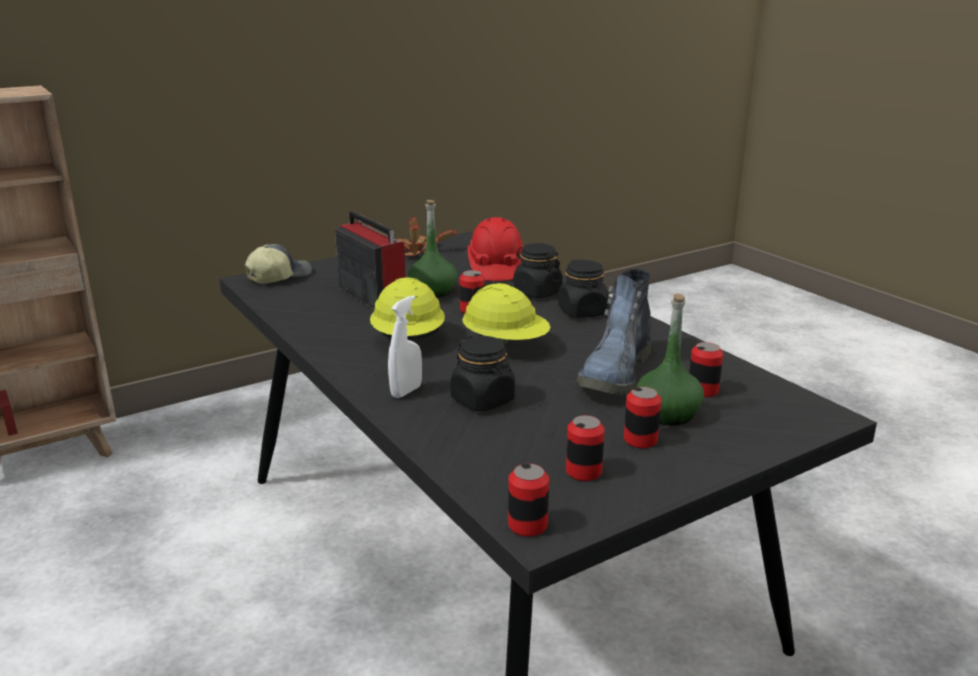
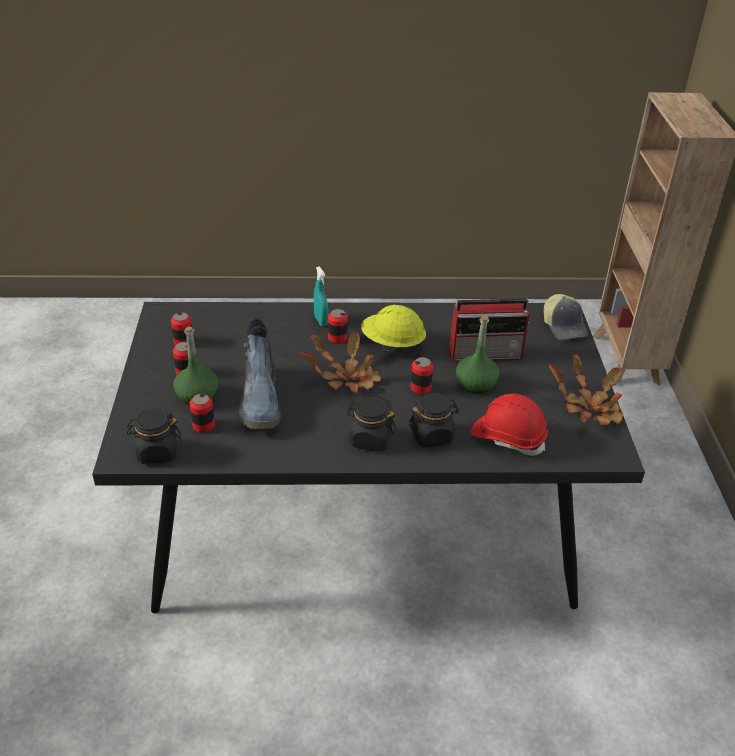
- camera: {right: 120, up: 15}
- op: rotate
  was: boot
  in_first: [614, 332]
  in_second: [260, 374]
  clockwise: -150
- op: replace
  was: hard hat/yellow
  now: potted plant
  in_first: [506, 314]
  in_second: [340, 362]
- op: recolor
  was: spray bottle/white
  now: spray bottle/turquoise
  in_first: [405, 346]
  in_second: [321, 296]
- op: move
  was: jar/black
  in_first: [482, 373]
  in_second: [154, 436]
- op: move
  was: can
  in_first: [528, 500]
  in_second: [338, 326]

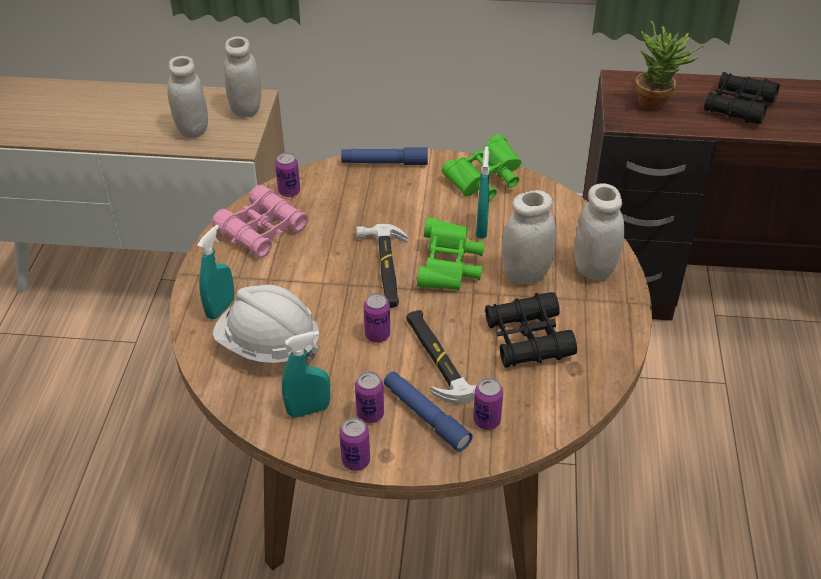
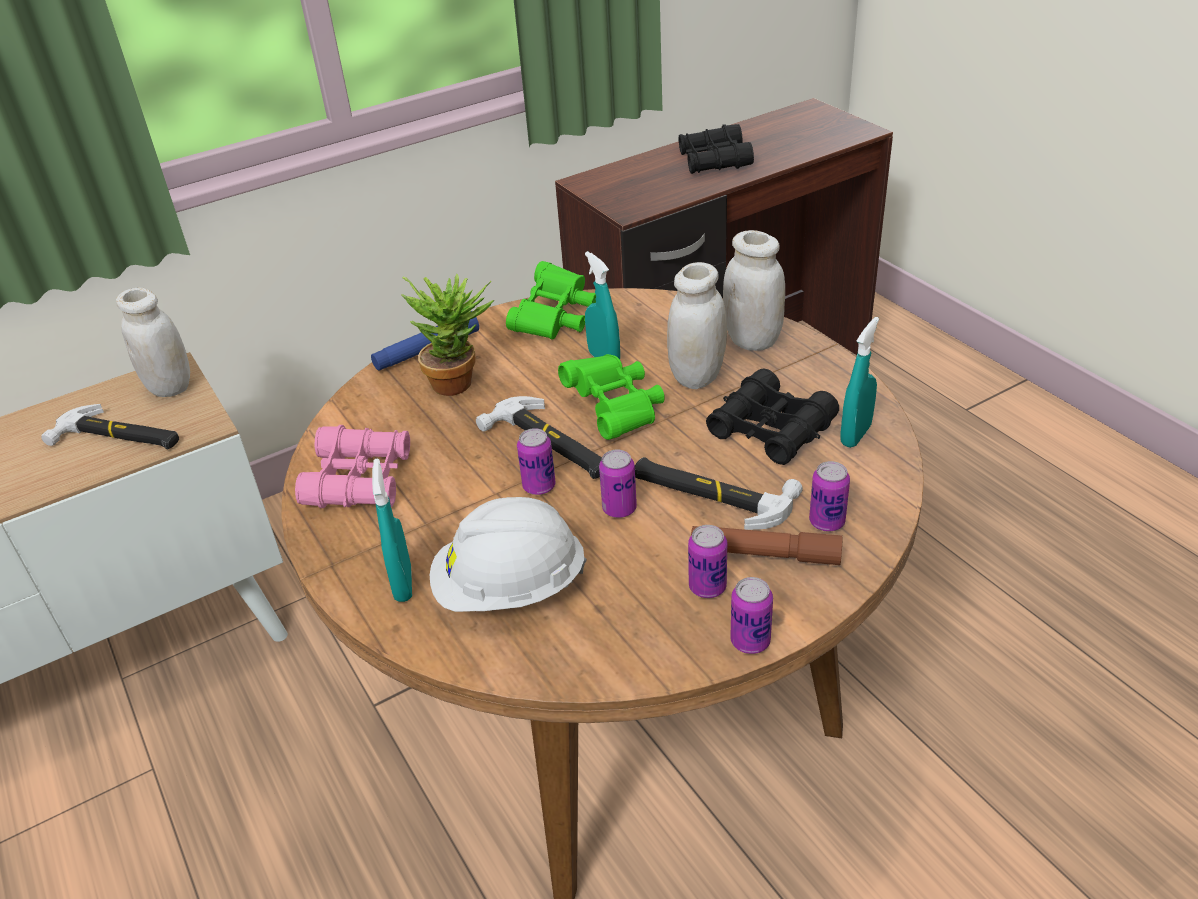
- camera: {right: -35, up: -5}
- op: move
  was: potted plant
  in_first: [670, 66]
  in_second: [448, 335]
- op: replace
  was: jar/white
  now: hammer
  in_first: [188, 97]
  in_second: [110, 426]
- op: move
  was: can
  in_first: [287, 175]
  in_second: [536, 461]
- op: move
  was: spray bottle/turquoise
  in_first: [306, 374]
  in_second: [859, 382]
- op: recolor
  was: flashlight/blue
  now: flashlight/brown
  in_first: [428, 411]
  in_second: [766, 545]

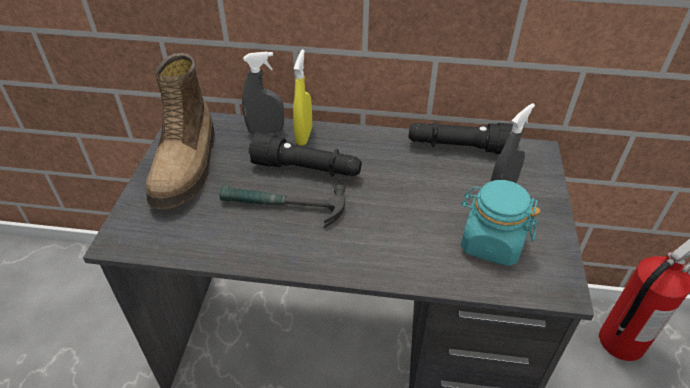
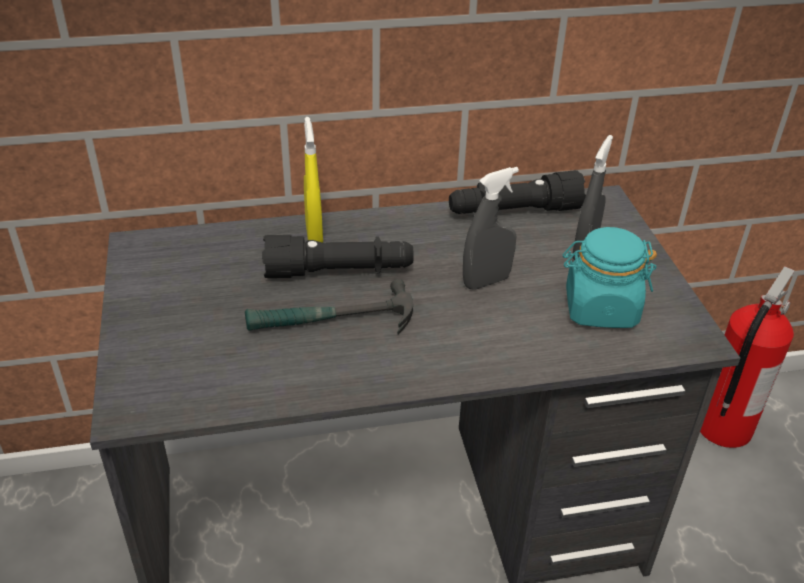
- camera: {right: -20, up: -5}
- op: move
  was: spray bottle/grey
  in_first: [263, 93]
  in_second: [491, 228]
- op: delete
  was: boot
  in_first: [180, 131]

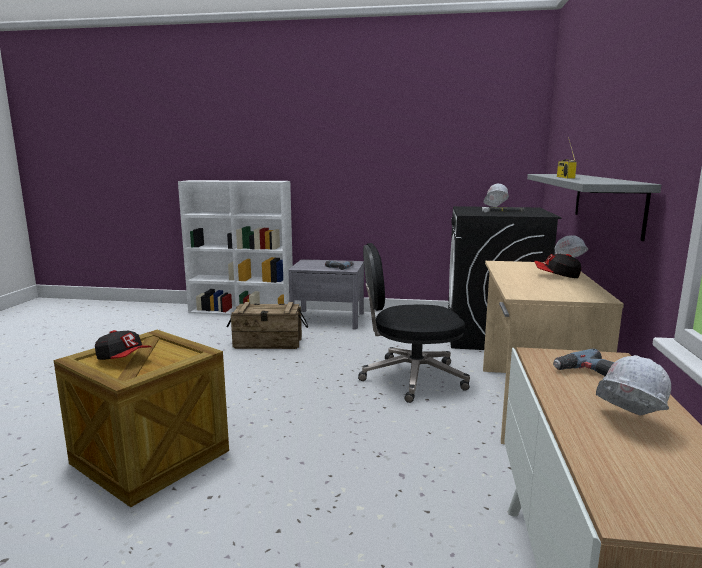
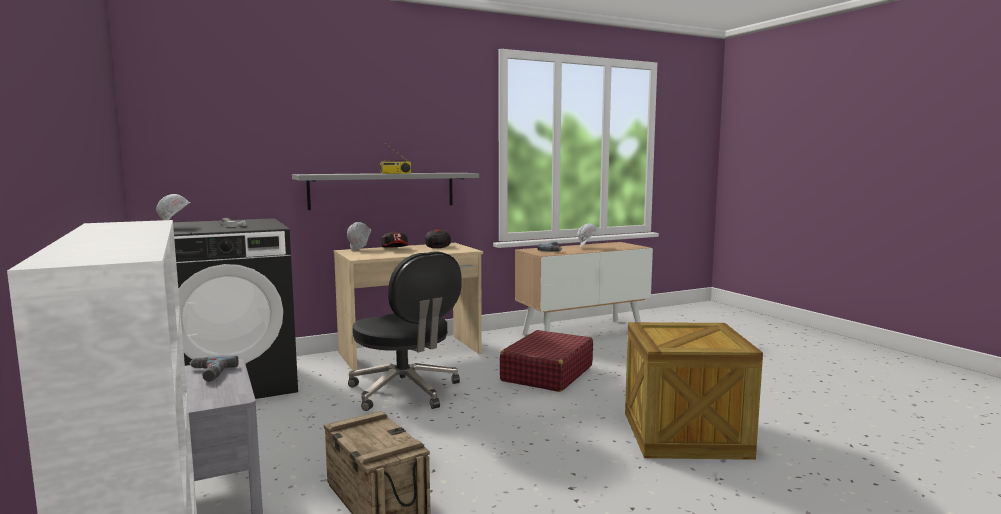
- camera: {right: -125, up: -5}
- op: move
  was: cap
  in_first: [123, 345]
  in_second: [438, 238]
- op: insert
  now: suitcase/red
  in_second: [546, 361]

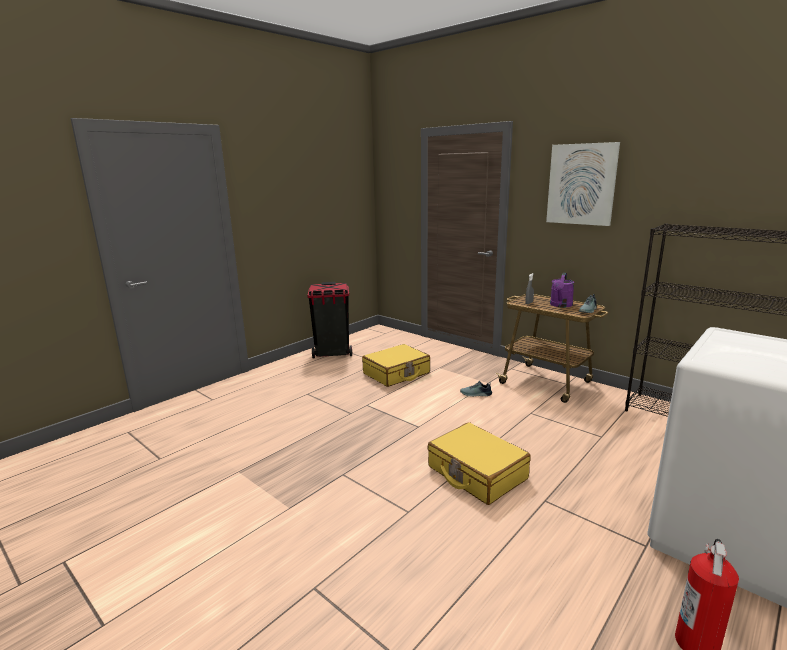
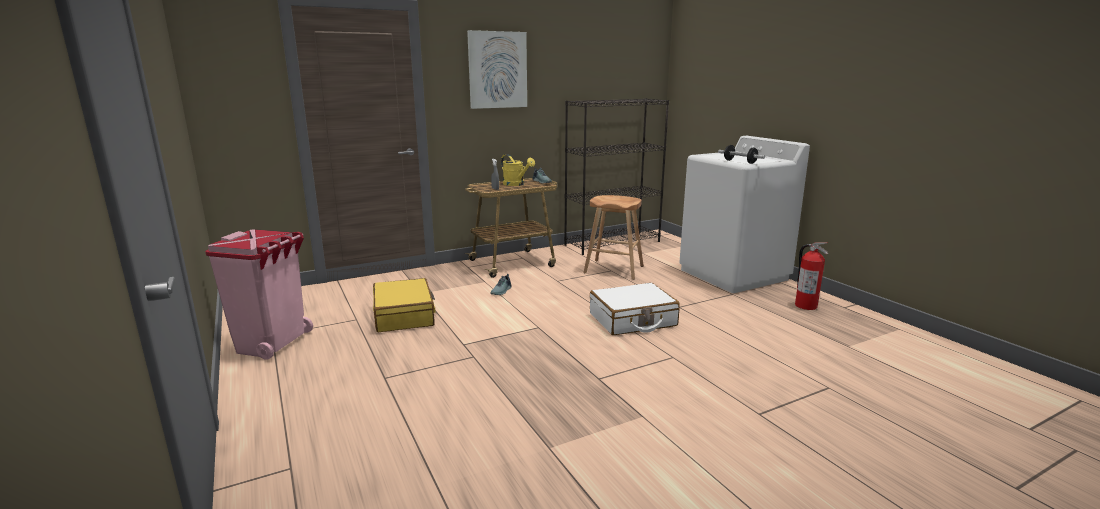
- camera: {right: -70, up: 0}
- op: recolor
  was: watering can/purple
  now: watering can/yellow
  in_first: [562, 290]
  in_second: [518, 170]
- op: recolor
  was: trash can/black
  now: trash can/pink
  in_first: [330, 320]
  in_second: [259, 294]
- op: recolor
  was: suitcase/yellow
  now: suitcase/white
  in_first: [479, 463]
  in_second: [635, 309]
- op: insert
  now: dumbbell
  in_second: [741, 154]
- op: insert
  now: stool/brown
  in_second: [613, 237]

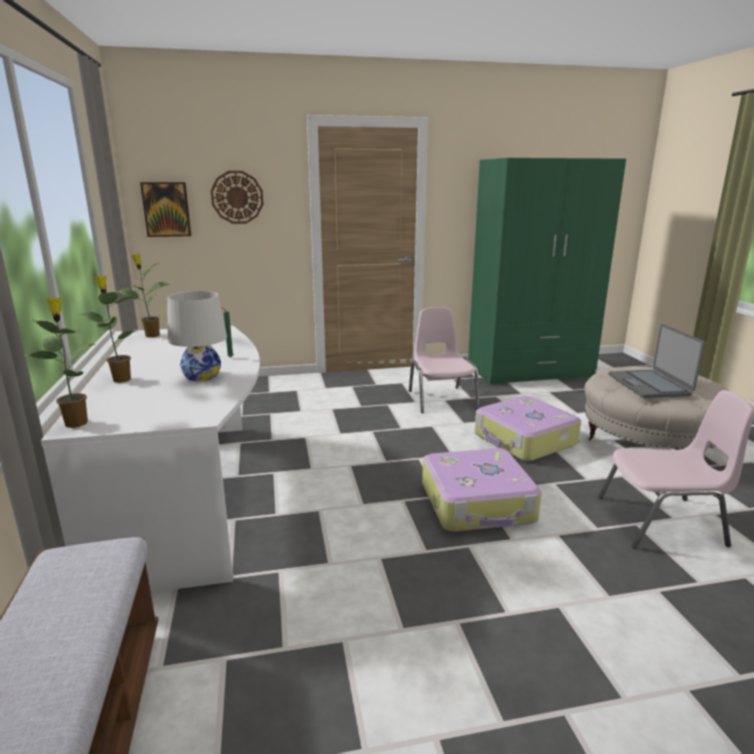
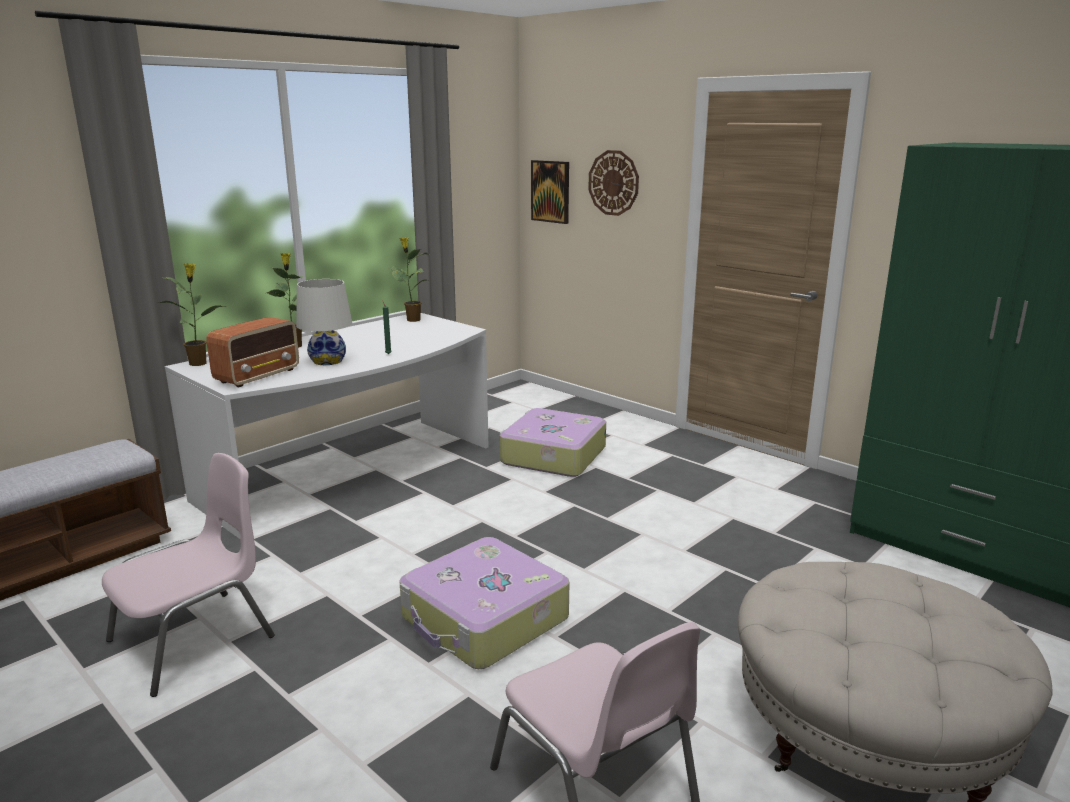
- camera: {right: 55, up: 0}
- op: move
  was: chair/pink
  in_first: [444, 360]
  in_second: [188, 575]
- op: delete
  was: laptop
  in_first: [656, 361]
- op: move
  was: suitcase
  in_first: [528, 428]
  in_second: [553, 442]
- op: insert
  now: radio
  in_second: [253, 352]

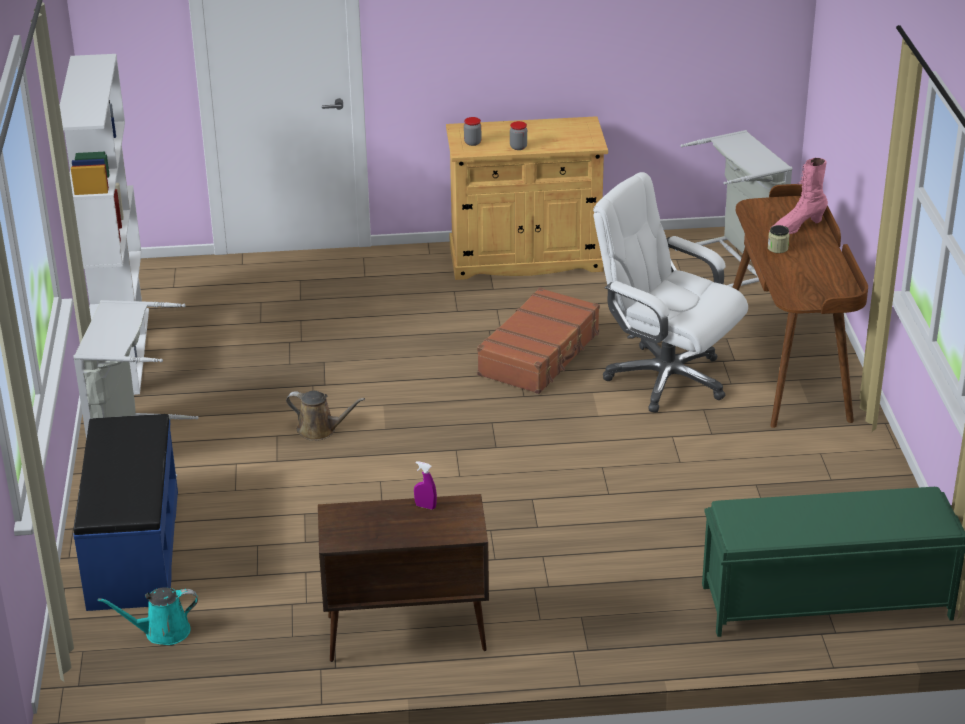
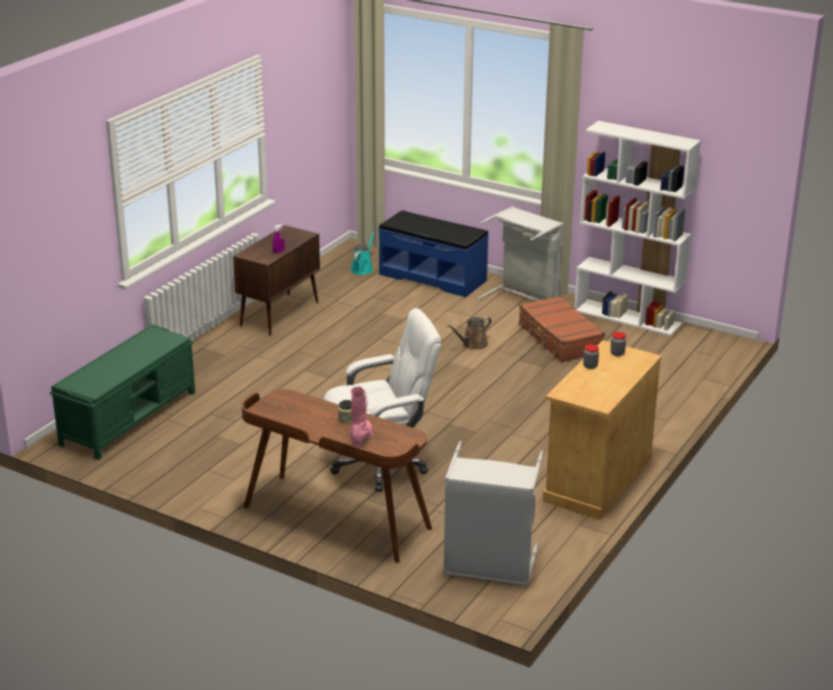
- camera: {right: 125, up: -5}
- op: move
  was: suitcase/brown
  in_first: [538, 340]
  in_second: [562, 329]

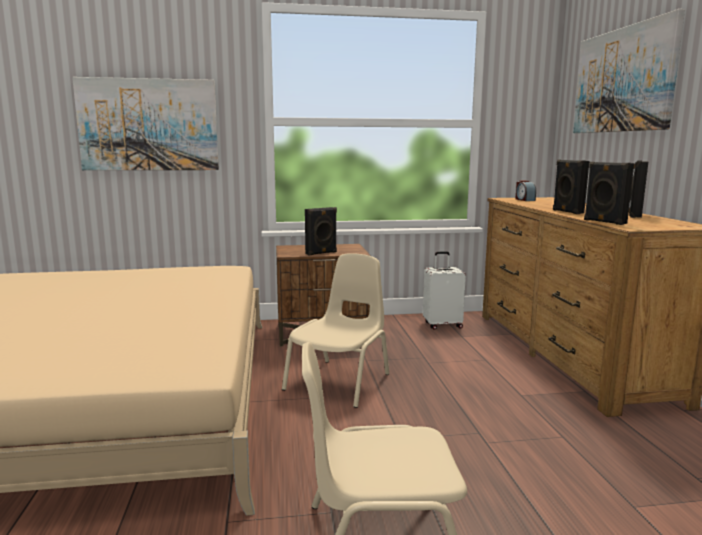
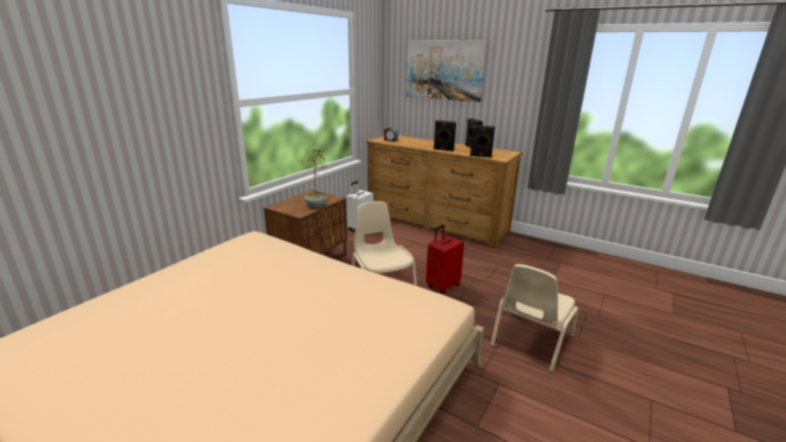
- camera: {right: -50, up: 10}
- op: delete
  was: picture
  in_first: [145, 123]
- op: replace
  was: speaker/black
  now: potted plant
  in_first: [321, 231]
  in_second: [313, 178]
- op: insert
  now: suitcase/red
  in_second: [445, 259]

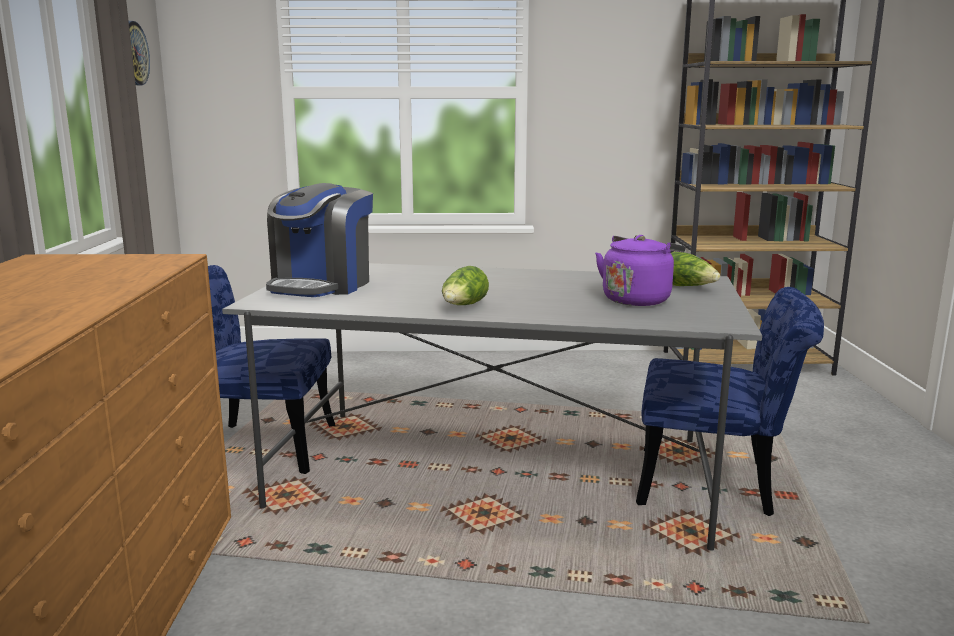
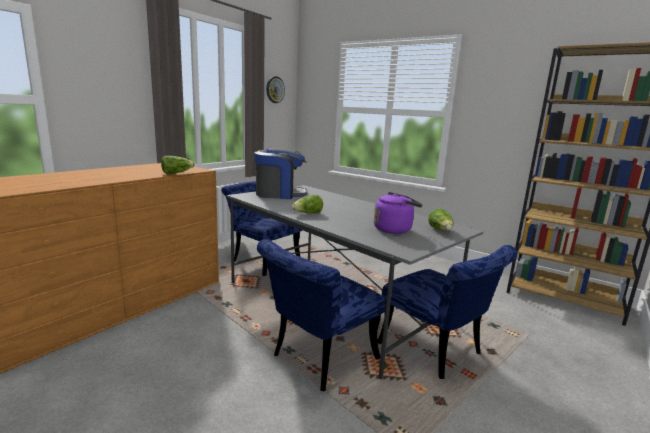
- camera: {right: 35, up: 0}
- op: rotate
  was: coffee machine
  in_first: [319, 240]
  in_second: [281, 173]
  clockwise: -150
- op: insert
  now: lettuce
  in_second: [178, 165]
- op: insert
  now: chair/blue
  in_second: [321, 315]

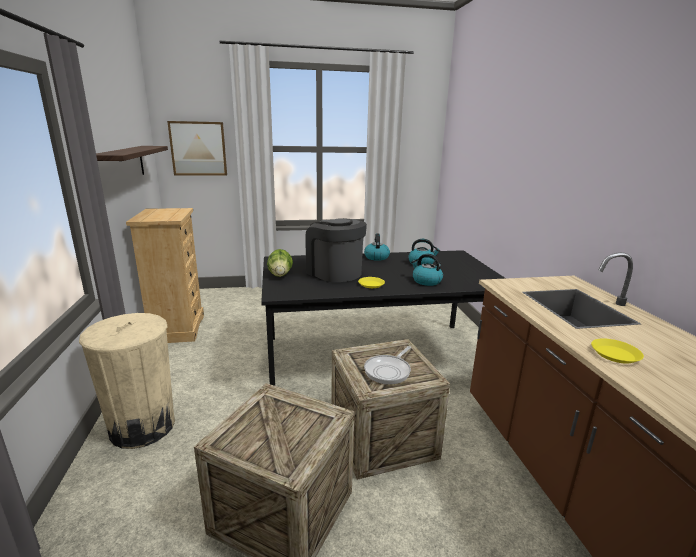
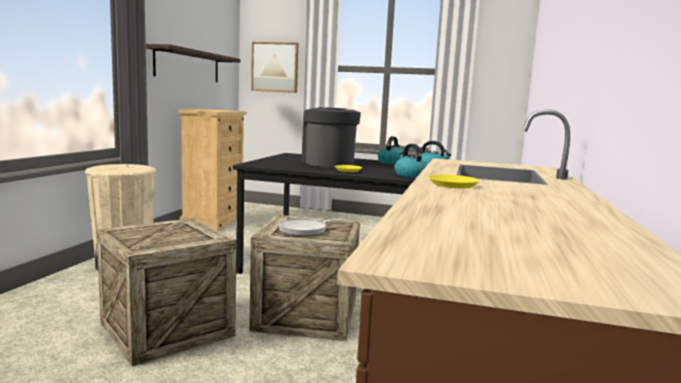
- camera: {right: 25, up: -10}
- op: delete
  was: lettuce
  in_first: [280, 263]

